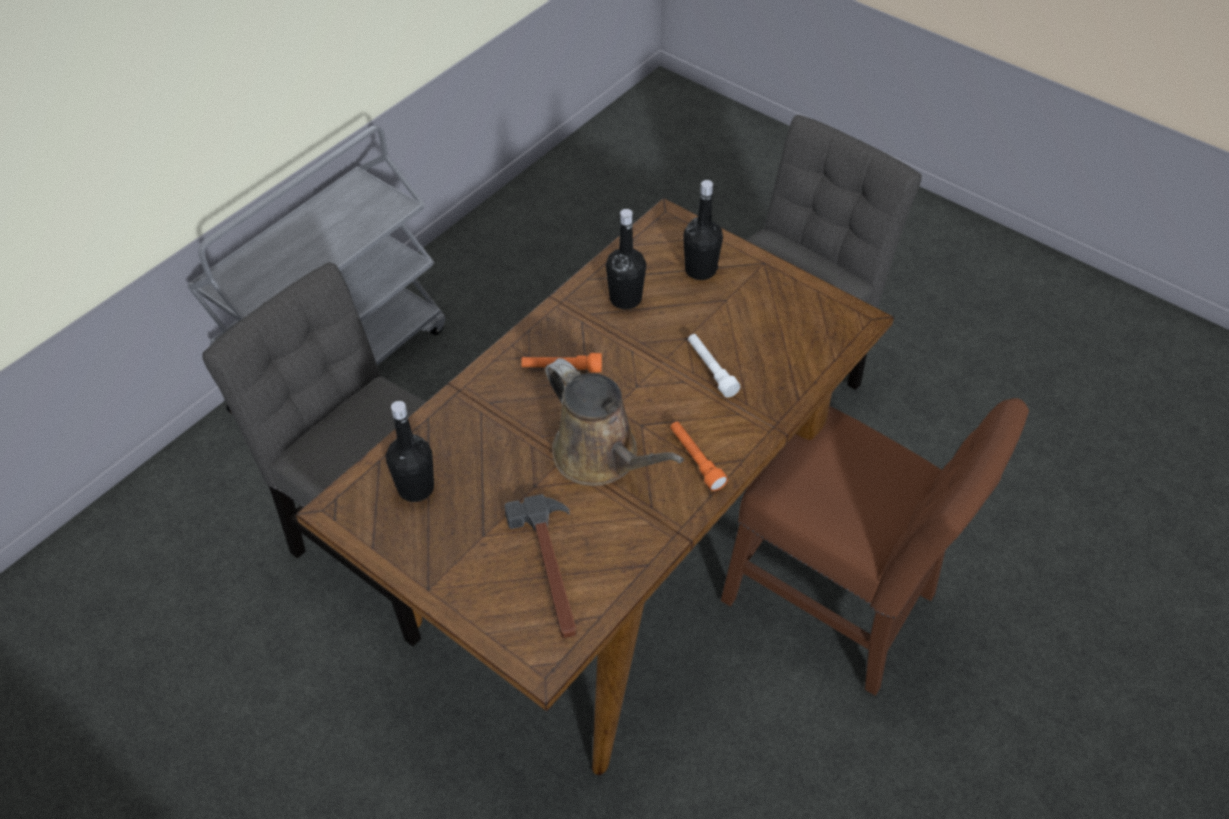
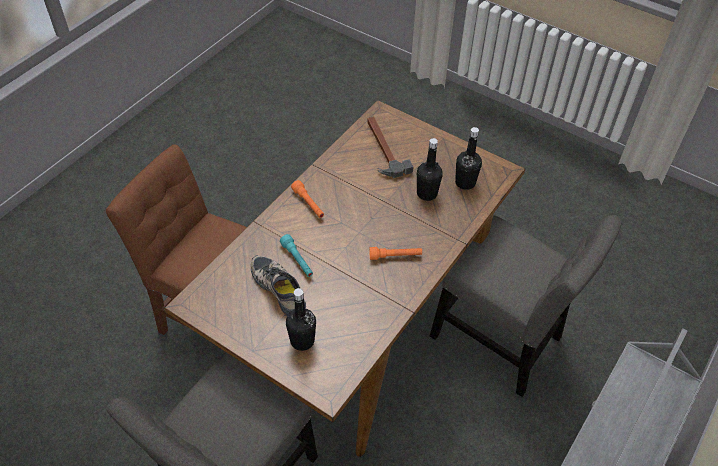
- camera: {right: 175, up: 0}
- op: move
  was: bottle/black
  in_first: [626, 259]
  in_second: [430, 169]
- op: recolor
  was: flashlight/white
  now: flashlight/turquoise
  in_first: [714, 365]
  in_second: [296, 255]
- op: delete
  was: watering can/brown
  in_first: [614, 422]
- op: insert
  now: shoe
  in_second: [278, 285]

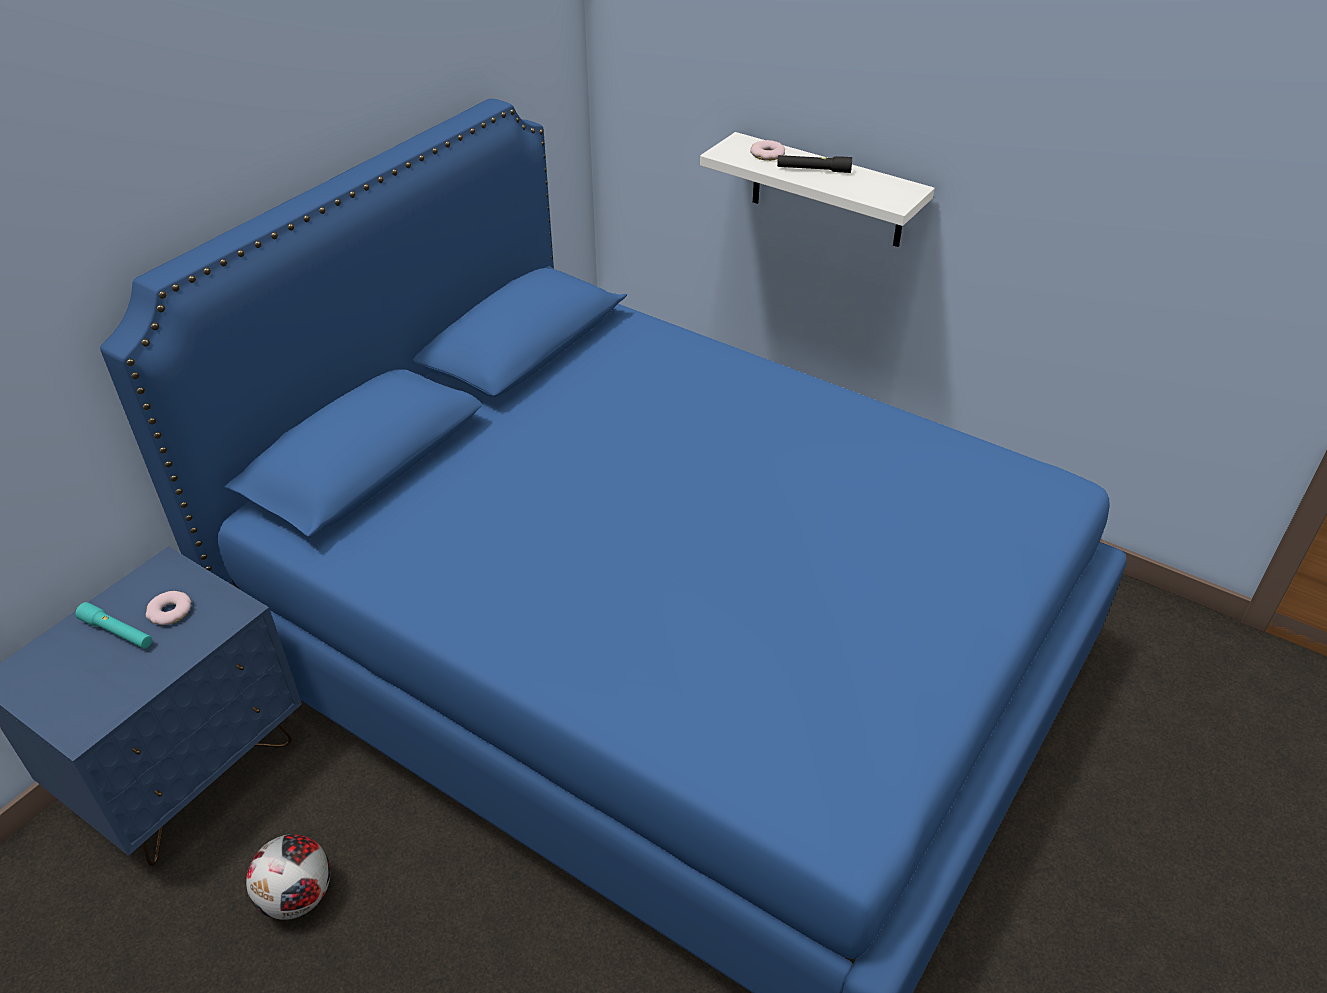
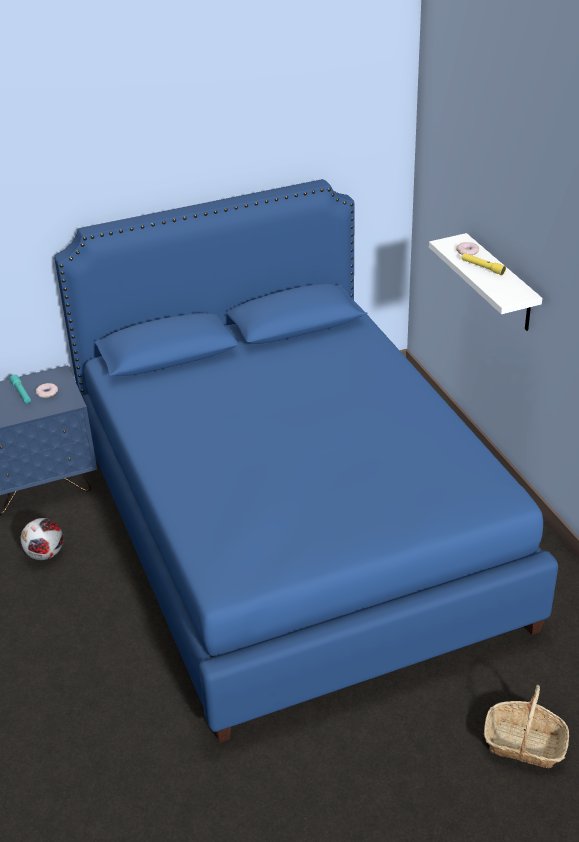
- camera: {right: 35, up: -5}
- op: recolor
  was: flashlight/black
  now: flashlight/yellow
  in_first: [814, 164]
  in_second: [484, 264]
- op: insert
  now: basket
  in_second: [526, 726]

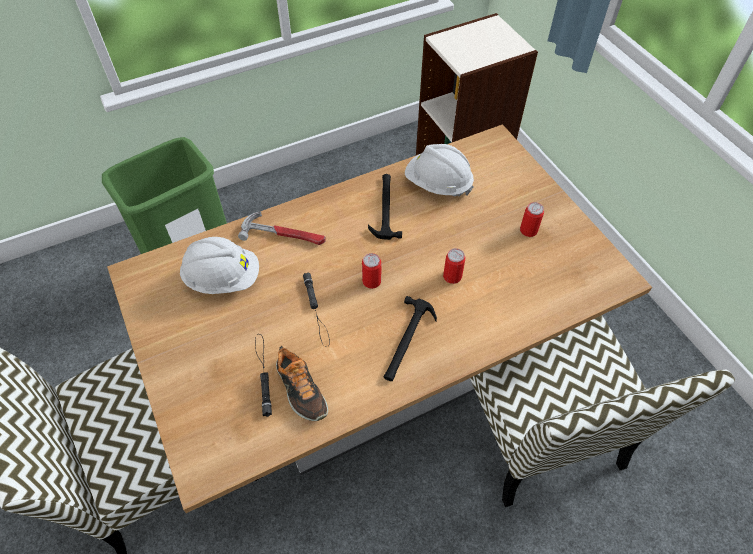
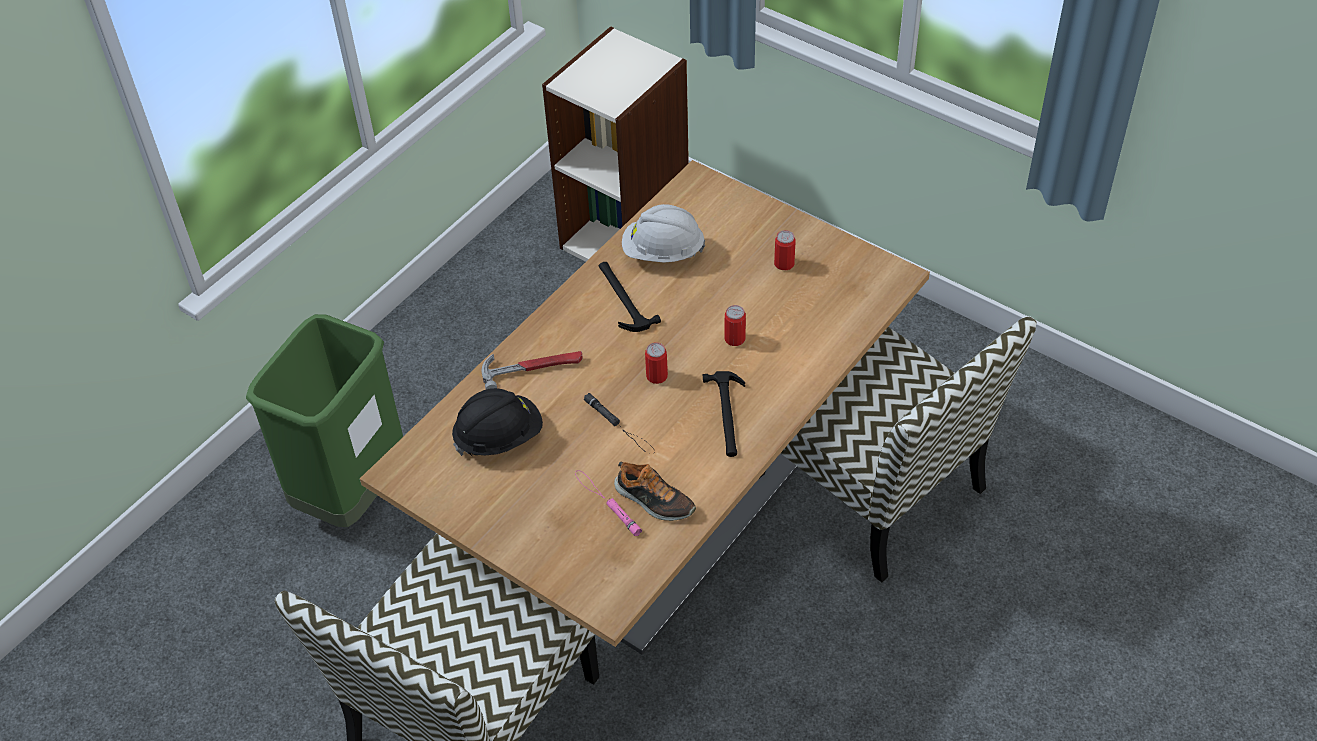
- camera: {right: -25, up: -5}
- op: recolor
  was: hard hat/white
  now: hard hat/black
  in_first: [219, 265]
  in_second: [497, 422]
- op: recolor
  was: flashlight/black
  now: flashlight/pink
  in_first: [263, 375]
  in_second: [608, 503]

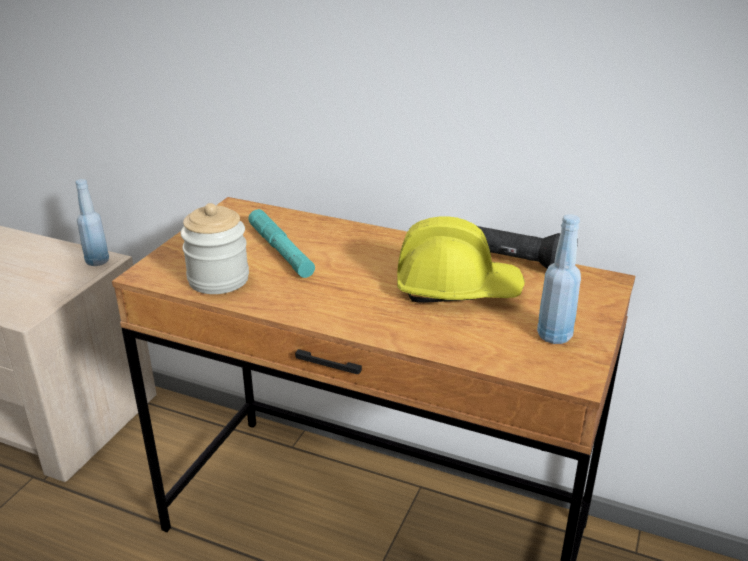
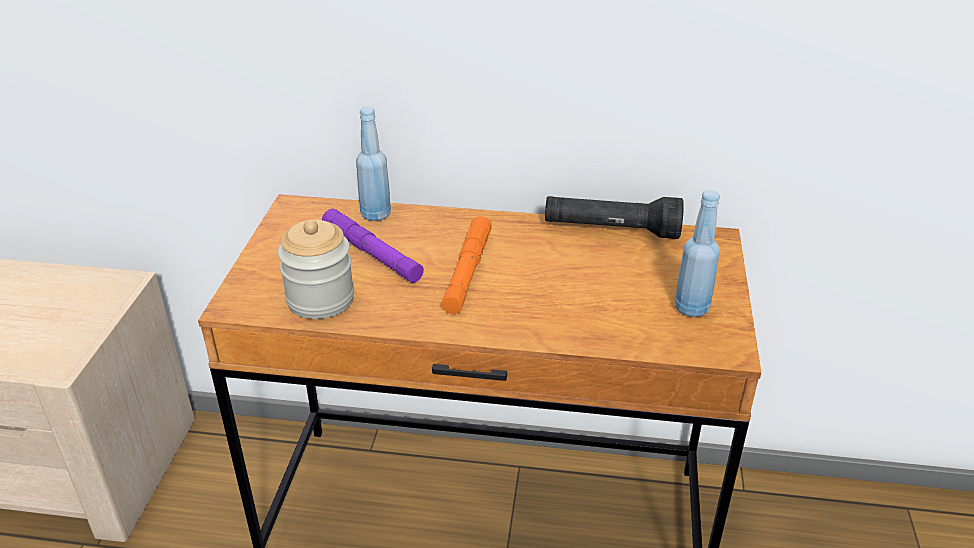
- camera: {right: -15, up: 5}
- op: move
  was: bottle/blue
  in_first: [92, 222]
  in_second: [373, 164]
- op: recolor
  was: flashlight/turquoise
  now: flashlight/purple
  in_first: [281, 243]
  in_second: [373, 245]
- op: delete
  was: hard hat/yellow
  in_first: [461, 259]
- op: insert
  now: flashlight/orange
  in_second: [466, 265]

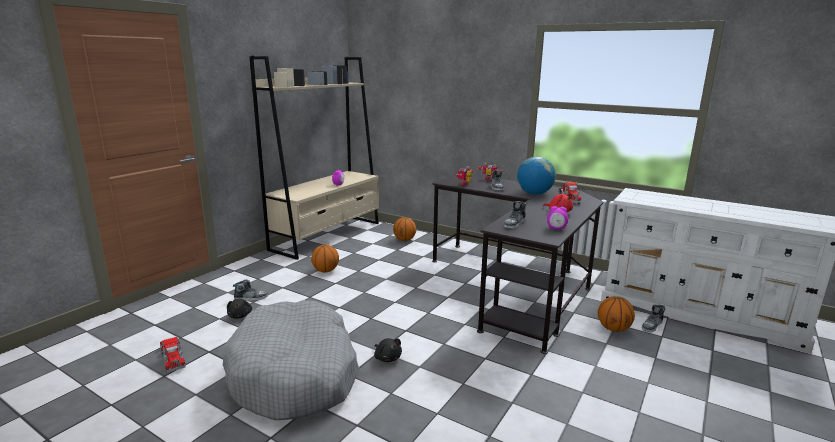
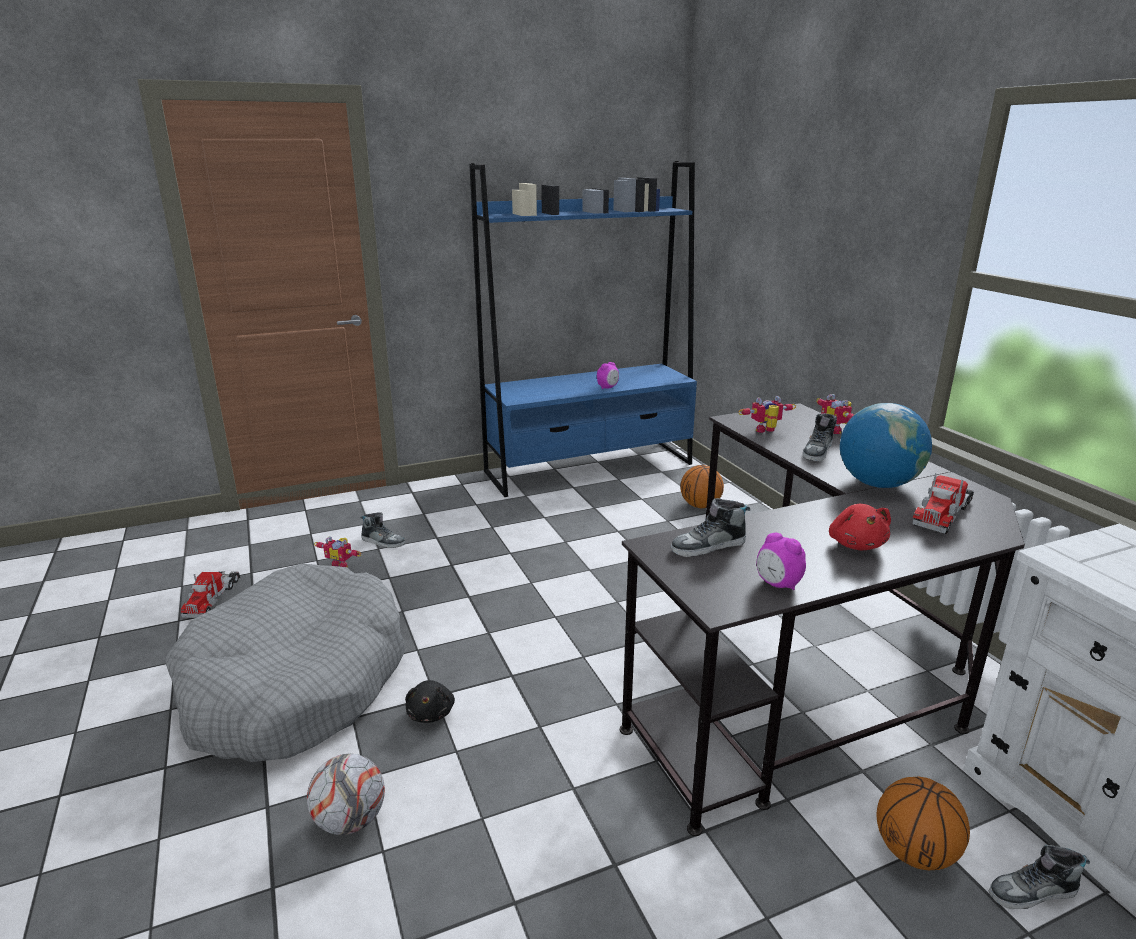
- camera: {right: 35, up: 5}
- op: recolor
  was: bookcase/beige
  now: bookcase/blue
  in_first: [314, 158]
  in_second: [583, 329]
- op: delete
  was: basketball
  in_first: [325, 258]
- op: replace
  was: plush toy/black
  now: toy robot
  in_first: [239, 309]
  in_second: [337, 551]
- op: insert
  now: football
  in_second: [346, 794]

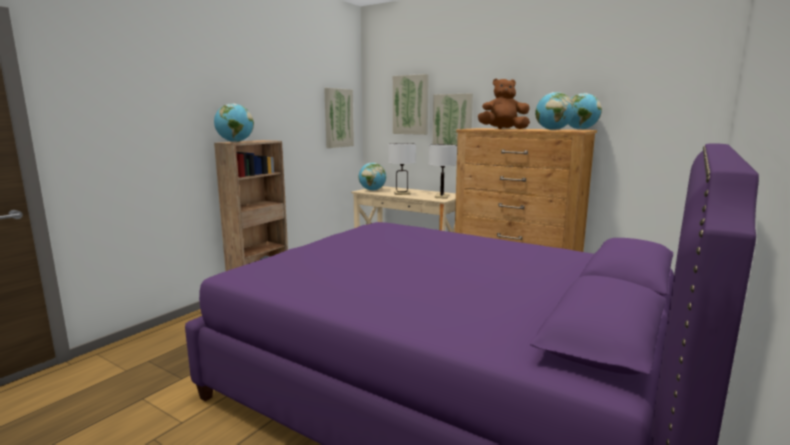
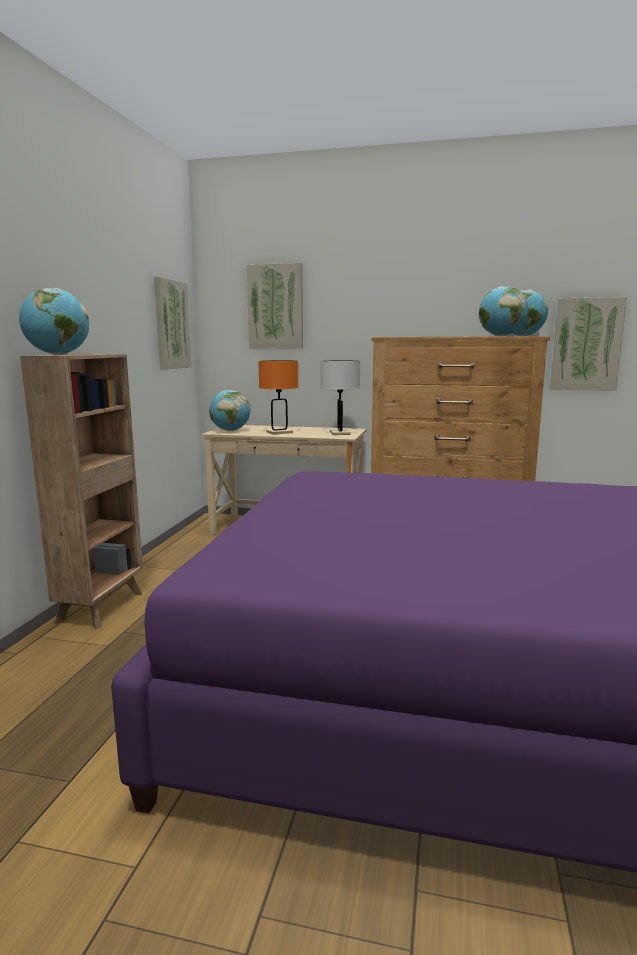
- camera: {right: -20, up: 0}
- op: delete
  was: plush toy/brown
  in_first: [504, 104]
- op: move
  was: picture
  in_first: [453, 119]
  in_second: [588, 344]
- op: recolor
  was: table lamp/white
  now: table lamp/orange
  in_first: [402, 169]
  in_second: [278, 397]

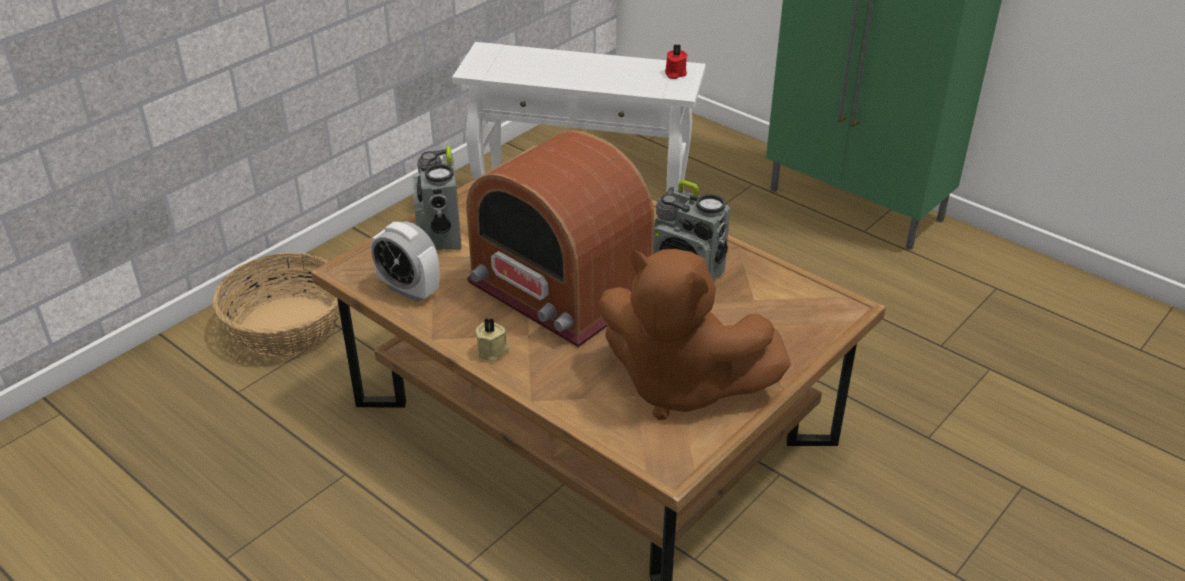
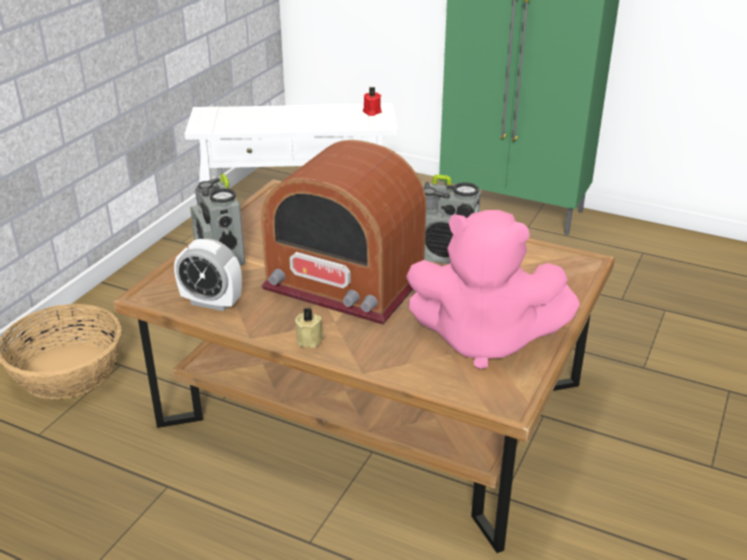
- camera: {right: -15, up: -5}
- op: recolor
  was: plush toy/brown
  now: plush toy/pink
  in_first: [695, 334]
  in_second: [493, 290]

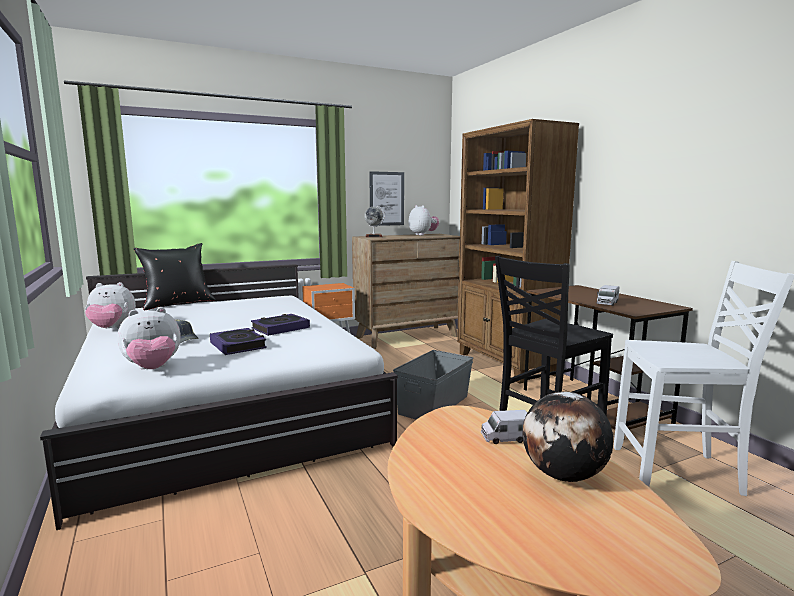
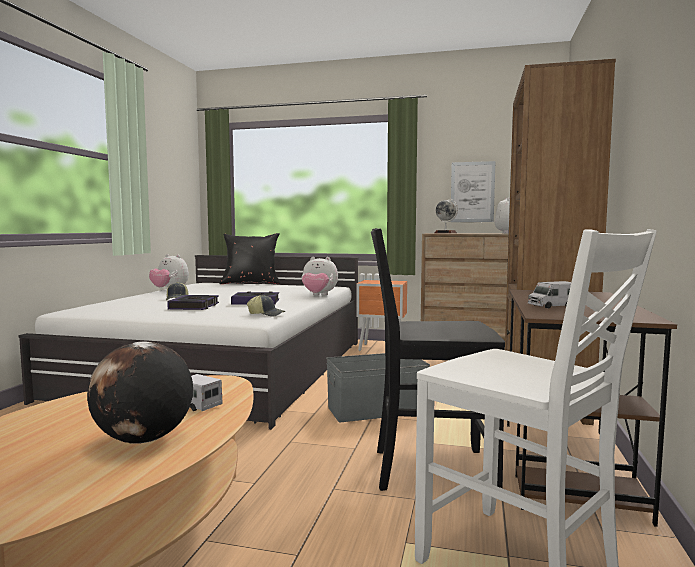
- camera: {right: 40, up: -5}
- op: move
  was: plush toy
  in_first: [149, 338]
  in_second: [320, 276]
- op: insert
  now: cap
  in_second: [266, 305]

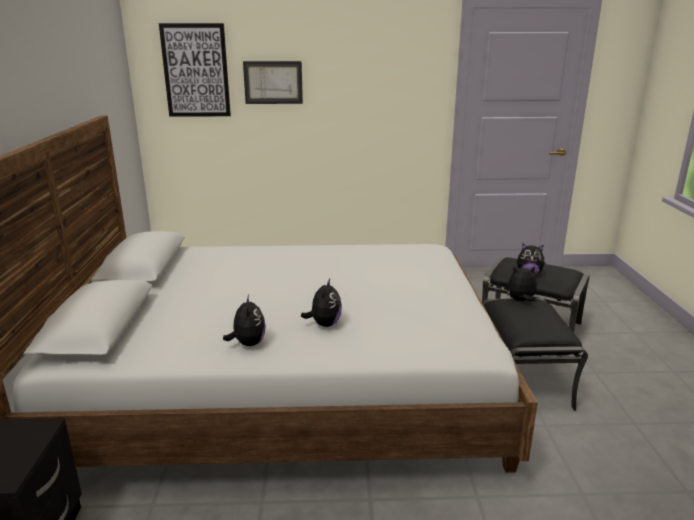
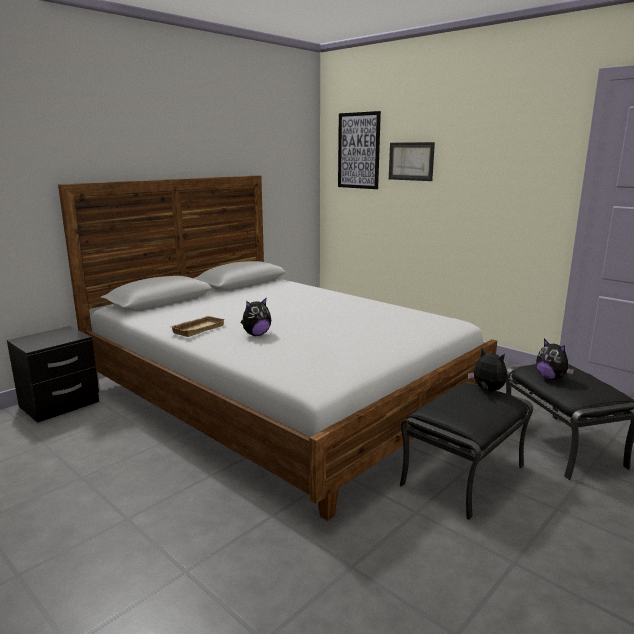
- camera: {right: 45, up: -5}
- op: replace
  was: plush toy
  now: tray/beige
  in_first: [244, 320]
  in_second: [197, 326]

